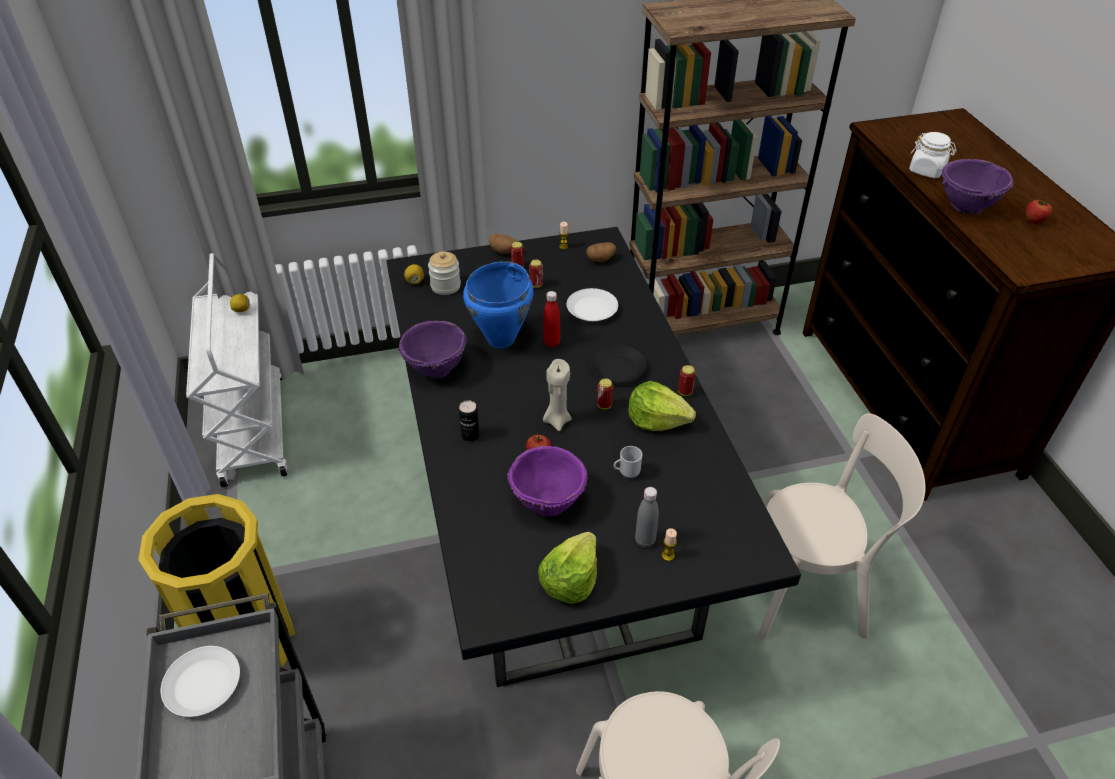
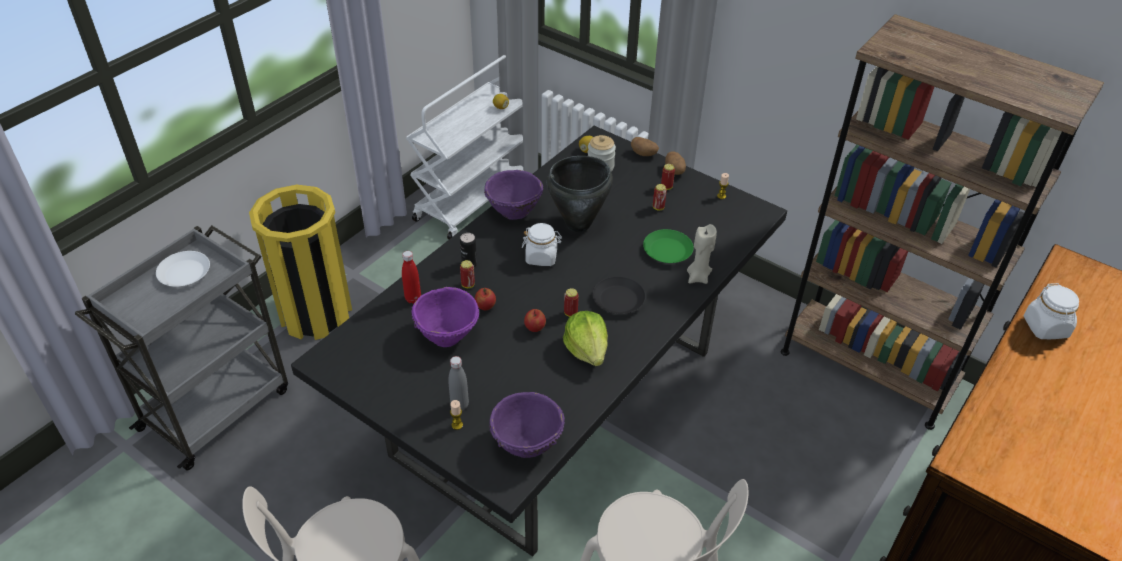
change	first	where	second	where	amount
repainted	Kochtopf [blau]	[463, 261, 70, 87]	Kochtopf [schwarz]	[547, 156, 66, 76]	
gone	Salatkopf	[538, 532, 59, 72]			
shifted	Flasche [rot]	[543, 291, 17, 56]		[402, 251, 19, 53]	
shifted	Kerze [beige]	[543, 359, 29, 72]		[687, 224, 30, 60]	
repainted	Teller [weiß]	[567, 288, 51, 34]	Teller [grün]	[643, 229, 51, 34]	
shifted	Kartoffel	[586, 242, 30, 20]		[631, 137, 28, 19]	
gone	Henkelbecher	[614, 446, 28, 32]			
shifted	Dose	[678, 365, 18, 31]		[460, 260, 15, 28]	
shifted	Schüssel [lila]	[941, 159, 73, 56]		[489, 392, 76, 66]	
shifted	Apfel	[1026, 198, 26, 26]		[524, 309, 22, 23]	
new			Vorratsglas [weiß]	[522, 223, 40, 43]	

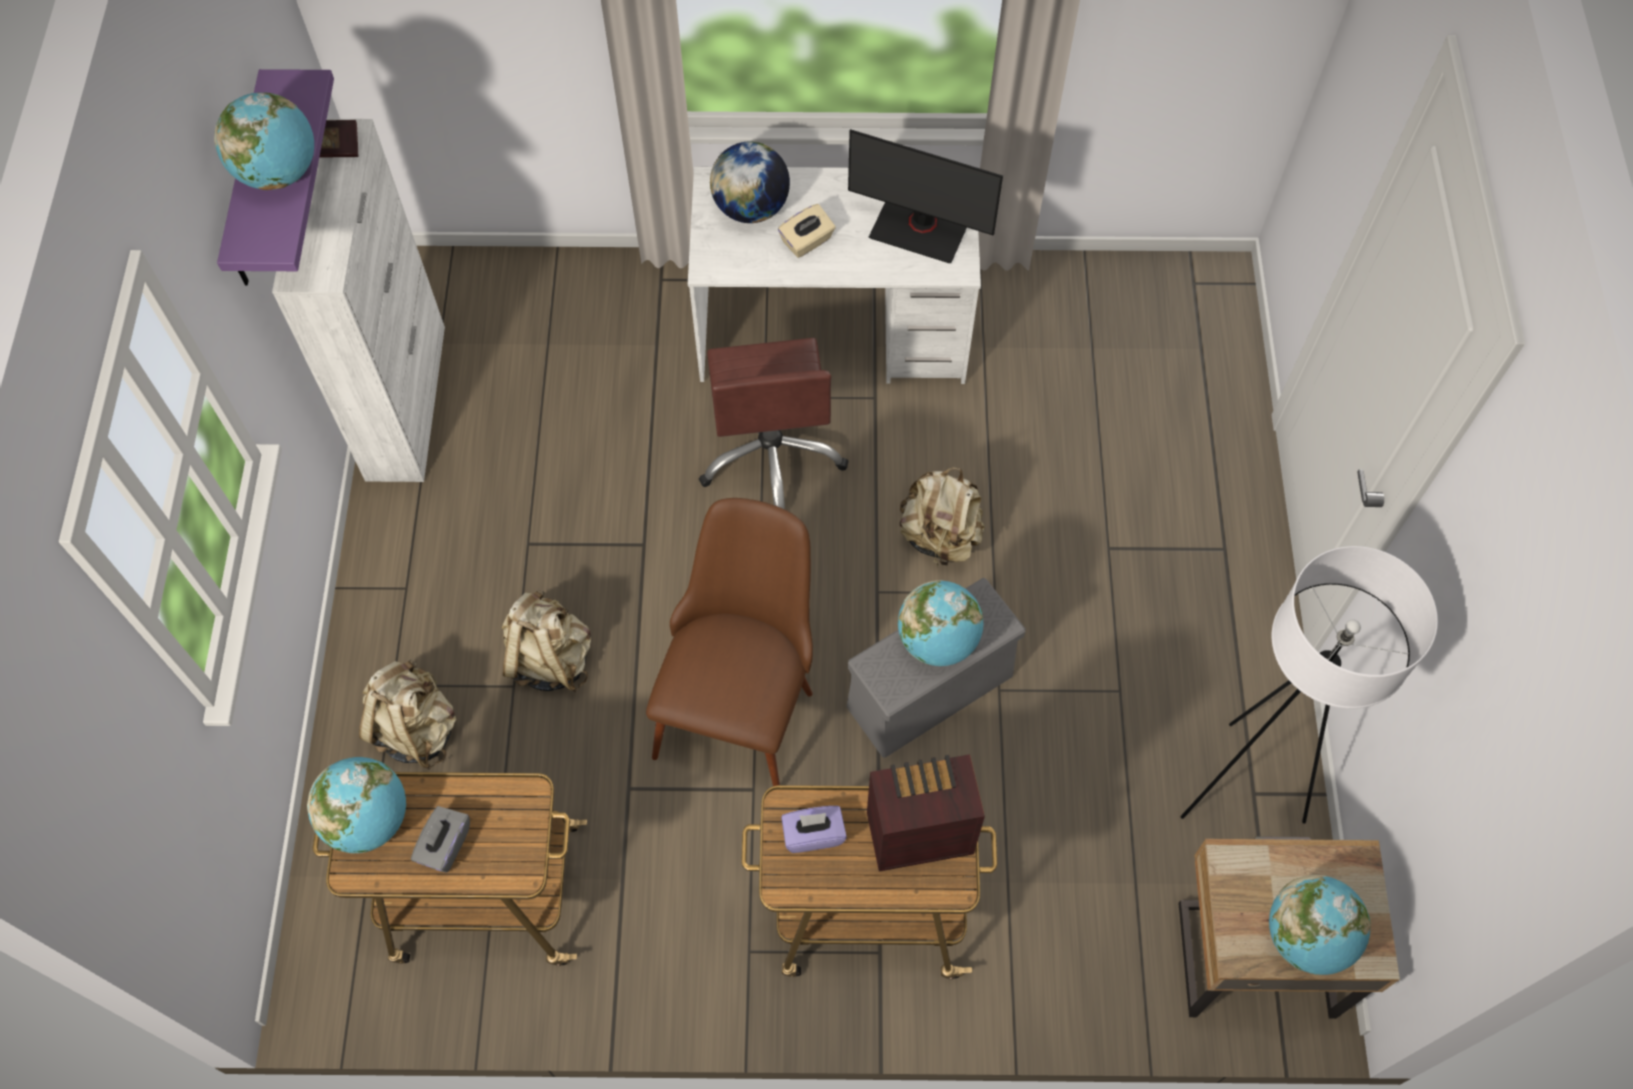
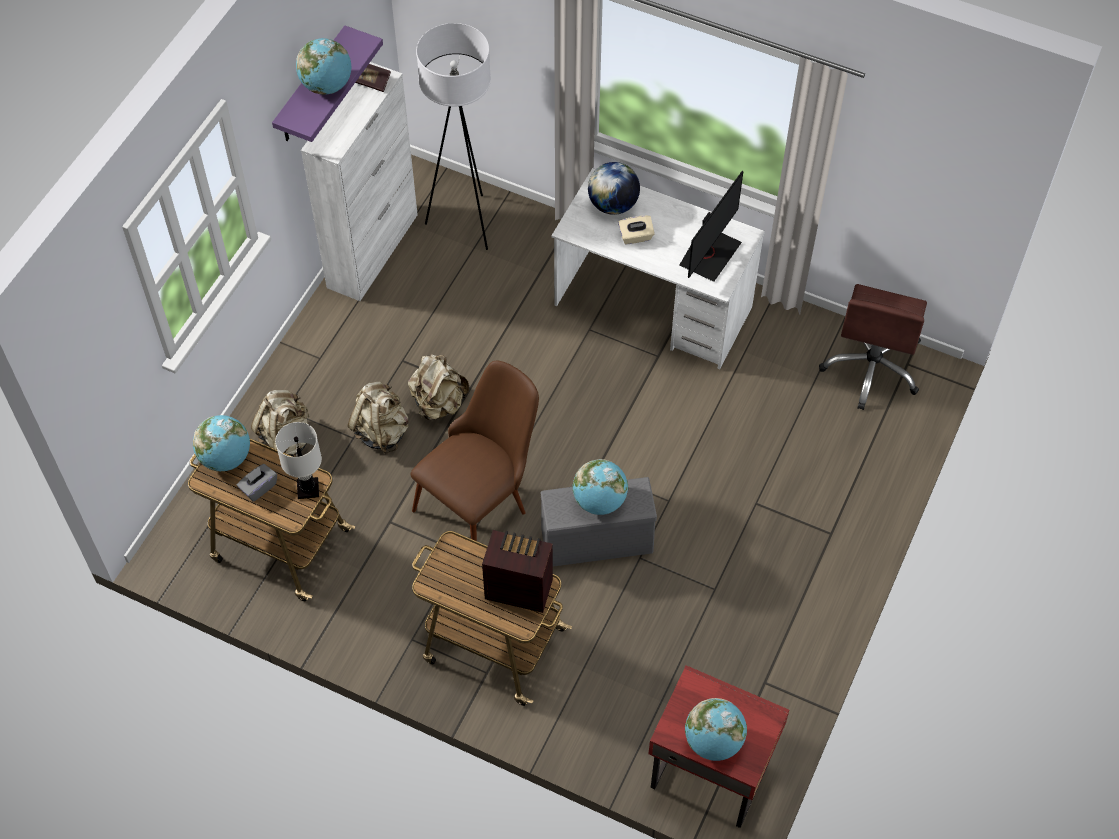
change	first	where	second	where	amount
shifted	Bürostuhl [braun]	[699, 338, 149, 171]		[819, 284, 108, 126]	
gone	Taschentuchbox [lila]	[781, 806, 66, 47]			
rotated	Monitor	[848, 129, 155, 134]		[680, 171, 63, 111]	105 degrees counterclockwise
shifted	Rucksack [beige]	[900, 467, 85, 100]		[408, 354, 61, 66]	
repainted	Nachttisch [beige]	[1178, 837, 222, 182]	Nachttisch [rot]	[648, 665, 141, 163]	
shifted	Stehlampe [weiß]	[1180, 546, 258, 278]		[416, 23, 75, 227]	
new			Tischlampe [weiß]	[275, 422, 47, 77]	

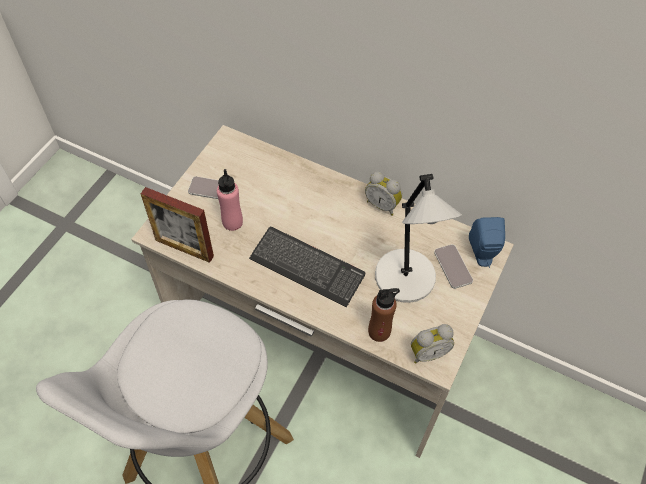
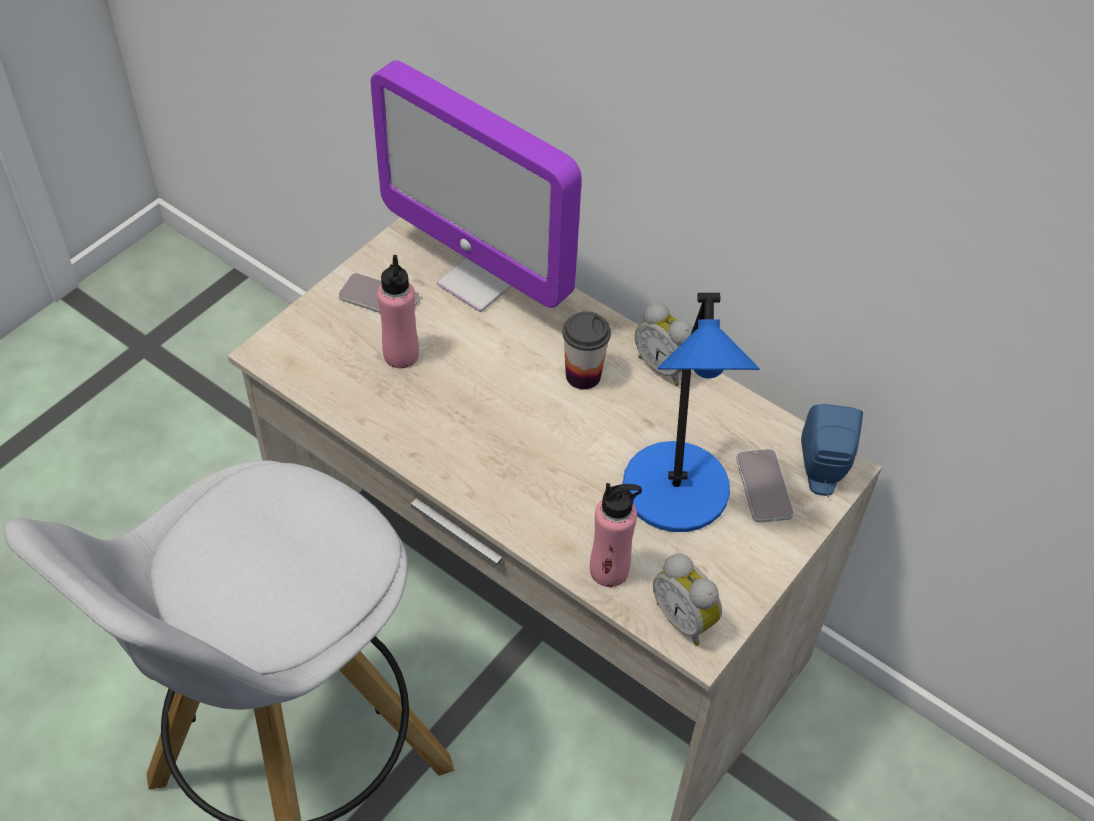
change	first	where	second	where	amount
gone	Bilderrahmen	[140, 187, 74, 76]			
gone	Tastatur	[249, 227, 117, 80]			
repainted	Flasche [braun]	[368, 288, 32, 54]	Flasche [rosa]	[590, 483, 52, 104]	
repainted	Tischlampe [grau]	[375, 174, 87, 129]	Tischlampe [blau]	[623, 293, 137, 239]	
rotated	Wecker	[411, 324, 43, 40]		[653, 554, 69, 92]	60 degrees clockwise
new			Monitor	[371, 60, 211, 252]	
new			Tasse	[562, 311, 49, 79]	

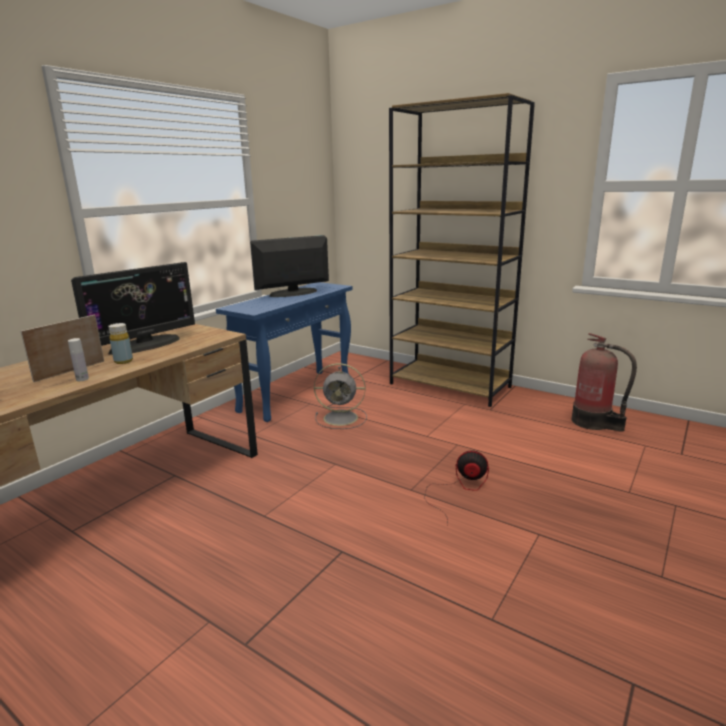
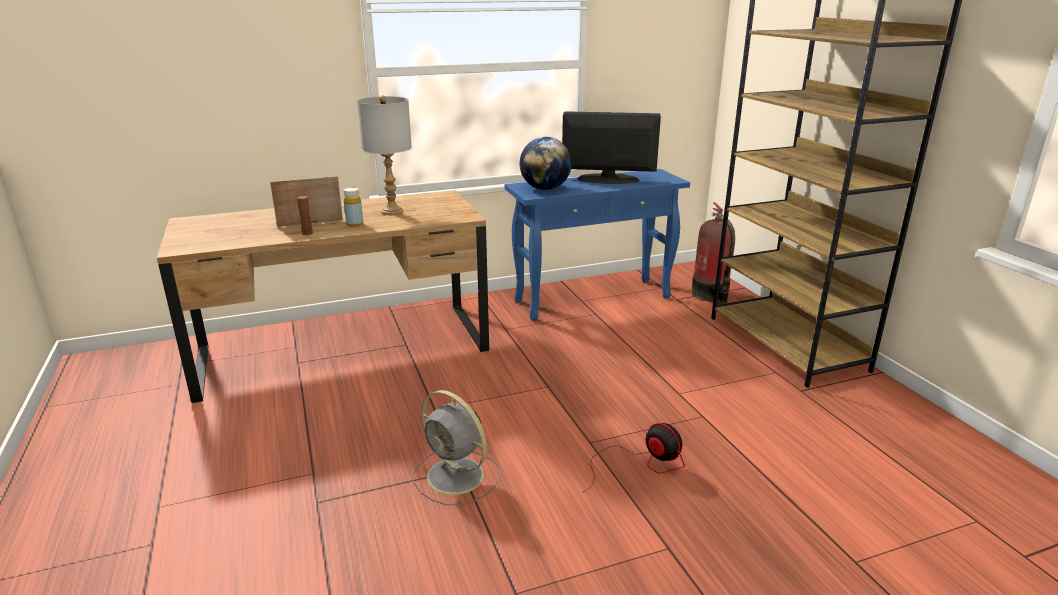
change	first	where	second	where	amount
repainted	Flasche [weiß]	[68, 338, 21, 43]	Flasche [braun]	[297, 196, 16, 39]	
swapped	Monitor	[71, 262, 124, 93]	Tischlampe [grau]	[357, 95, 55, 120]	
shifted	Ventilator [grau]	[314, 363, 53, 66]		[414, 390, 87, 115]	
shifted	Feuerlöscher	[572, 333, 65, 99]		[691, 202, 44, 103]	
new			Globus	[520, 137, 52, 53]	

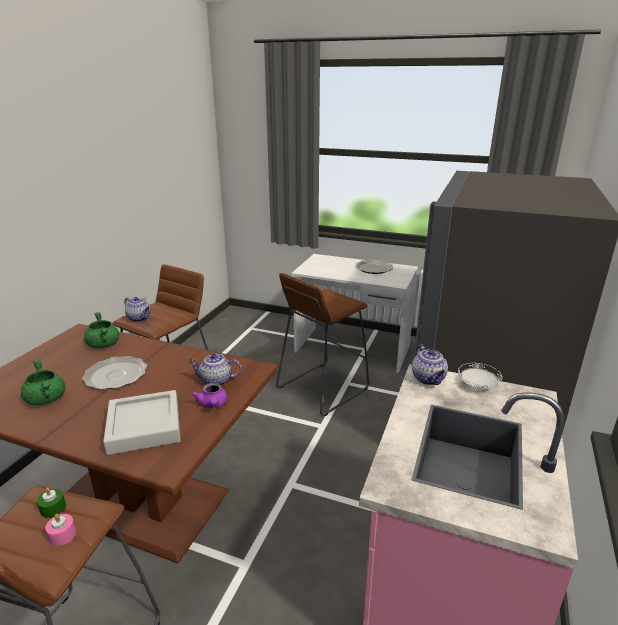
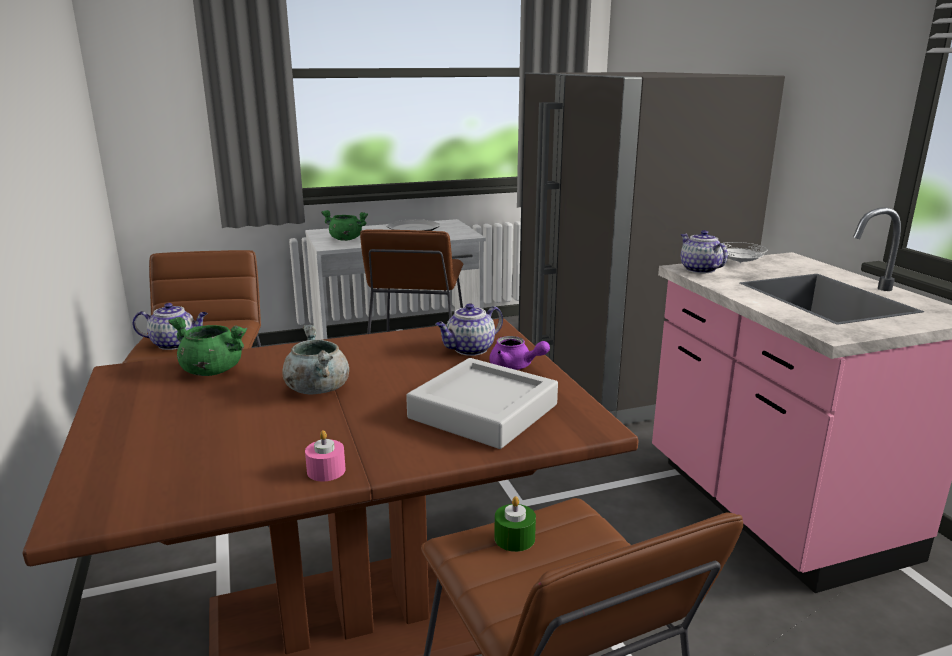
change	first	where	second	where	amount
shifted	Kochtopf [grün]	[21, 360, 44, 45]		[321, 210, 47, 31]	
shifted	Kerze [rosa]	[45, 514, 31, 32]		[305, 430, 41, 51]	
swapped	Teller	[82, 356, 65, 34]	Kochtopf [grau]	[282, 325, 67, 69]	
rotated	Teekanne	[412, 345, 36, 40]		[681, 230, 47, 43]	150 degrees counterclockwise

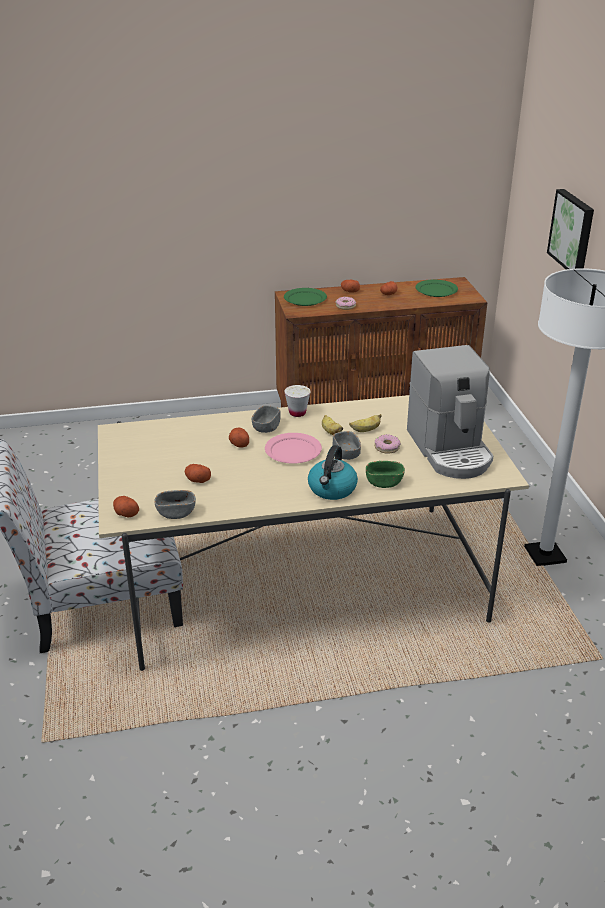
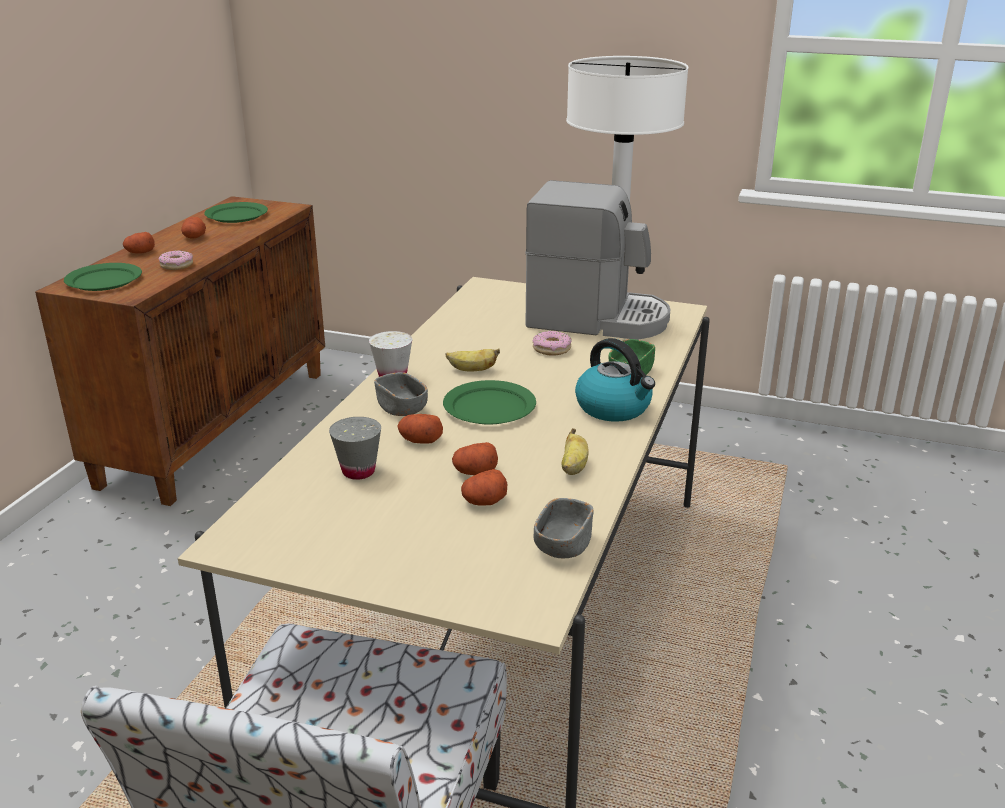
change	first	where	second	where	amount
shifted	Kartoffel	[113, 496, 26, 22]		[452, 442, 46, 33]	
repainted	Teller [rosa]	[265, 433, 57, 31]	Teller [grün]	[443, 380, 93, 45]	
gone	Schüssel [grau]	[333, 431, 28, 29]			
shifted	Banane	[349, 414, 33, 18]		[561, 428, 27, 47]	
gone	Bild	[547, 189, 47, 81]			
new			Tasse [grau]	[329, 417, 52, 63]	

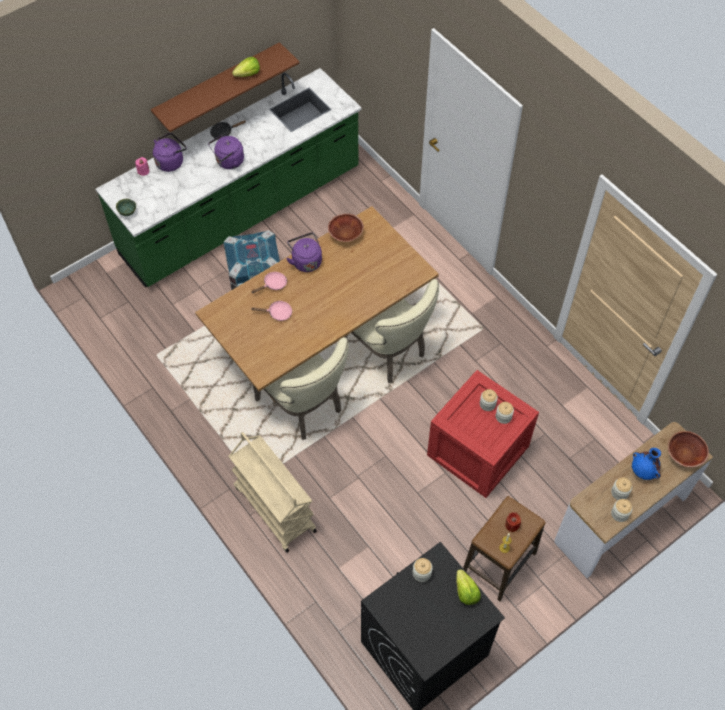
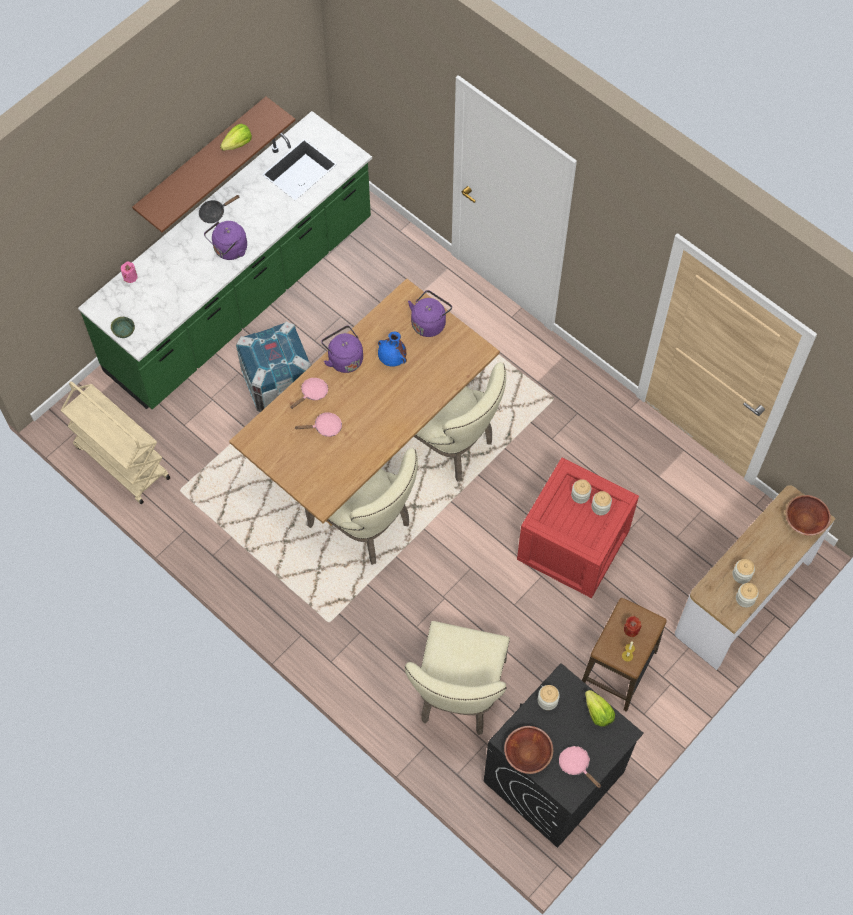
change	first	where	second	where	amount
shifted	Wasserkessel [lila]	[153, 133, 34, 39]		[408, 290, 44, 47]	
shifted	Rollwagen [beige]	[228, 432, 89, 121]		[61, 381, 110, 123]	
shifted	Schüssel [braun]	[328, 213, 36, 29]		[504, 726, 49, 48]	
shifted	Vase [blau]	[632, 448, 29, 32]		[378, 331, 29, 36]	
new			Stuhl [beige]	[405, 621, 105, 114]	
new			Pfanne [rosa]	[559, 746, 42, 42]	

